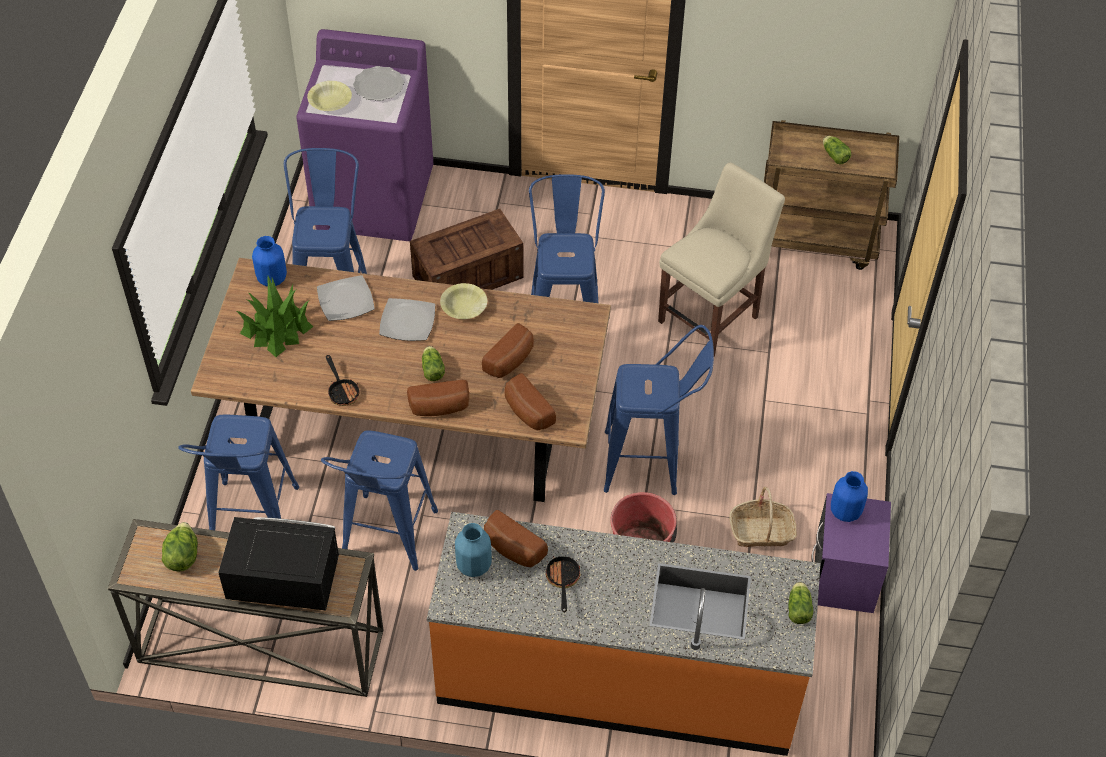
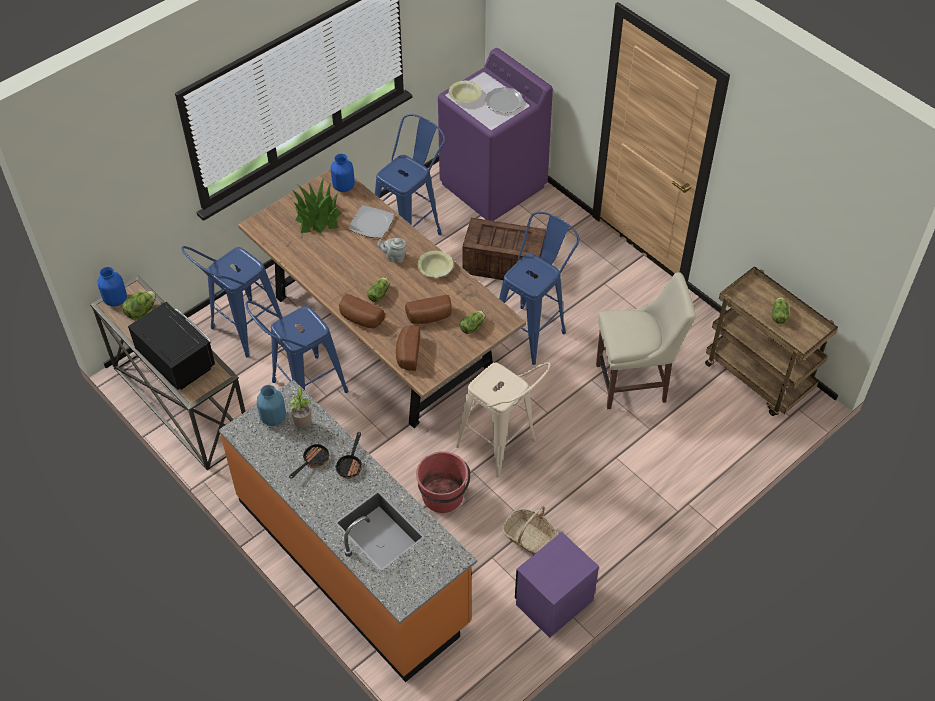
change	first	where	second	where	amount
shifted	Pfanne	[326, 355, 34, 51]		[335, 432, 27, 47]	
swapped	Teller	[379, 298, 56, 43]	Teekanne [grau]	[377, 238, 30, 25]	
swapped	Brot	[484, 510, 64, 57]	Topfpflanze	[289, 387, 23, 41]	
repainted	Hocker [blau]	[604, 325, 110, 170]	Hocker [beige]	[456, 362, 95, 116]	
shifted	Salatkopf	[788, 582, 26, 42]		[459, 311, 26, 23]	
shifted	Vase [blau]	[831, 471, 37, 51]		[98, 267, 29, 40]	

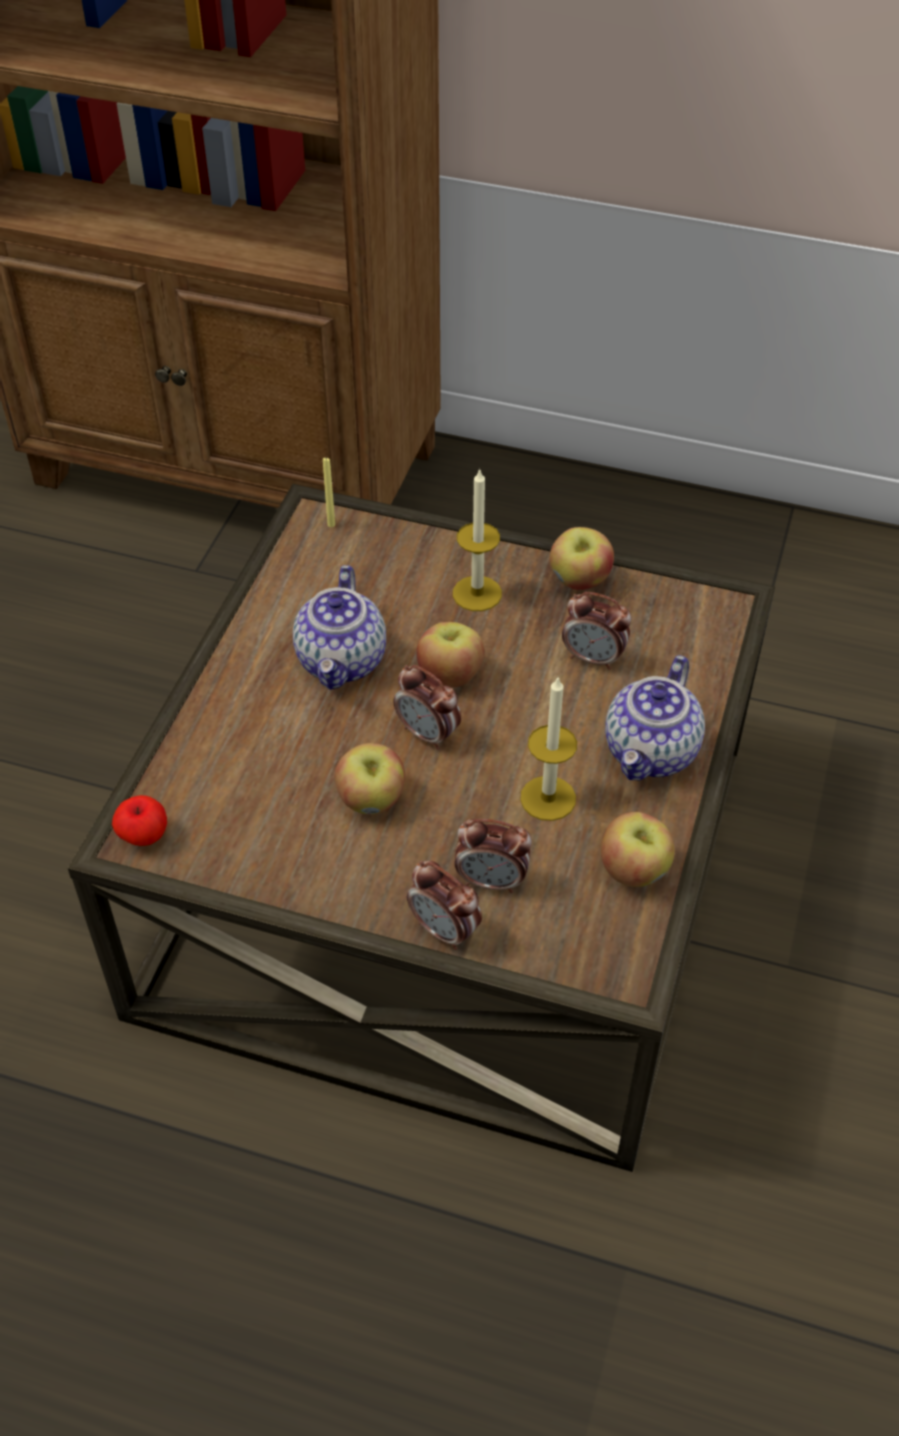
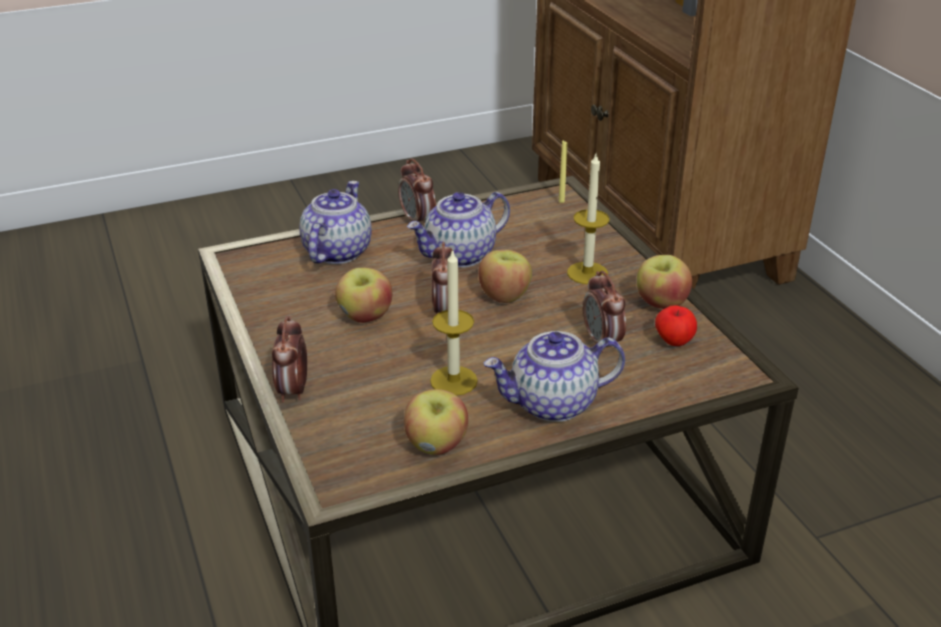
change	first	where	second	where	amount
shifted	Apfel	[112, 795, 55, 51]		[655, 305, 42, 41]	
shifted	Wecker	[455, 819, 77, 74]		[398, 158, 38, 64]	
new			Teekanne	[299, 181, 73, 83]	

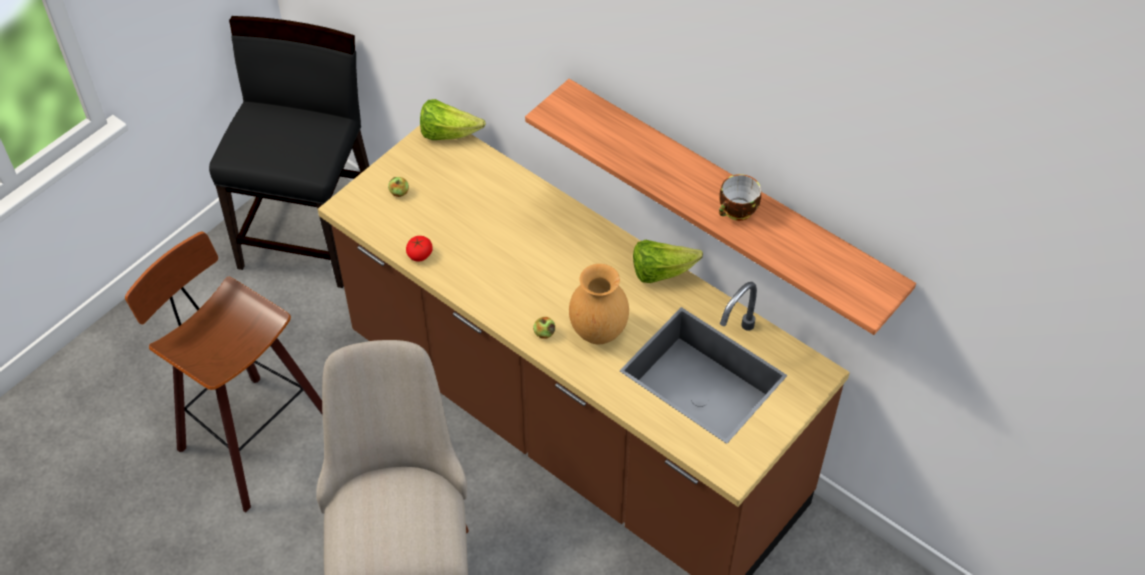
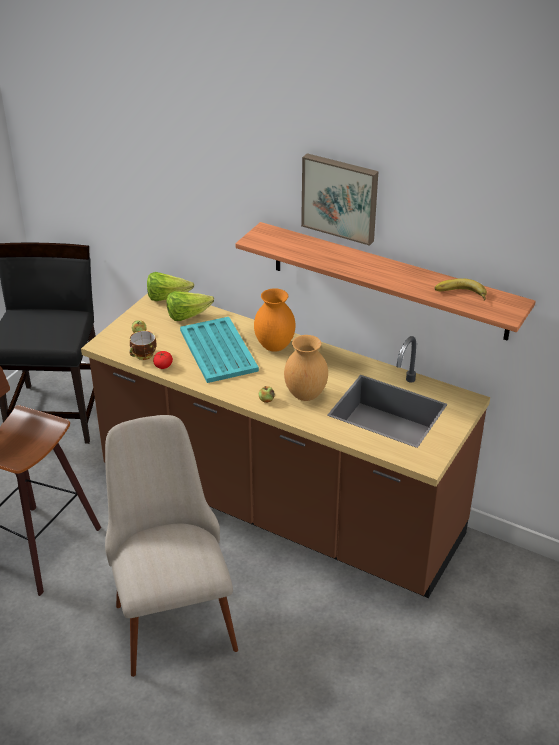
change	first	where	second	where	amount
shifted	Salatkopf	[633, 240, 70, 43]		[166, 291, 48, 30]	
shifted	Tasse	[719, 174, 42, 47]		[129, 331, 27, 29]	
new			Tablett [türkis]	[180, 317, 79, 66]	
new			Vase [orange]	[254, 288, 42, 64]	
new			Bild	[301, 153, 77, 93]	
new			Banane	[435, 278, 52, 23]	

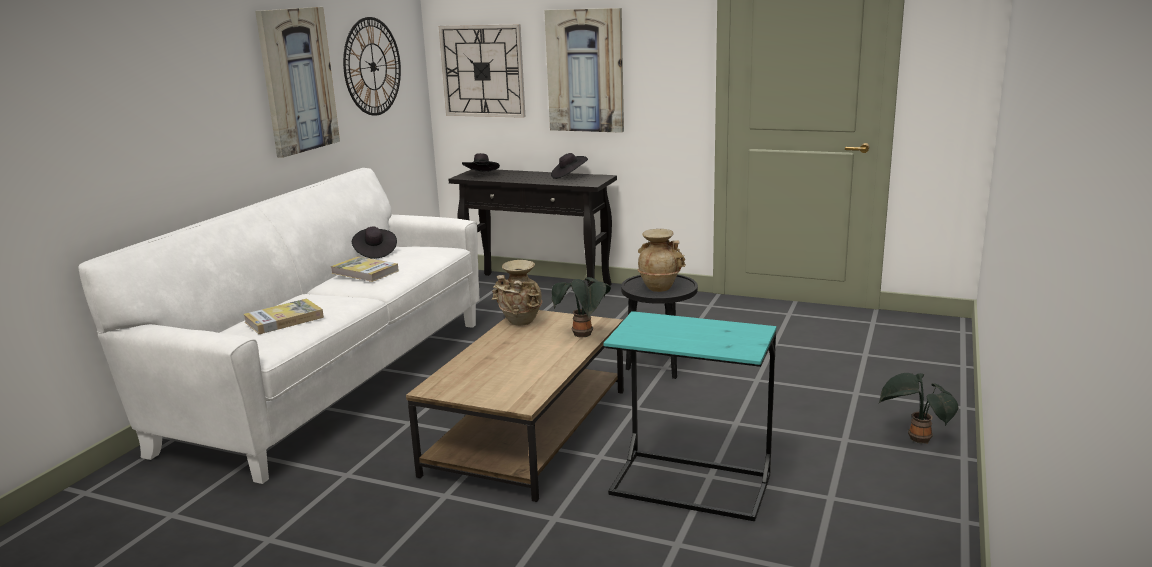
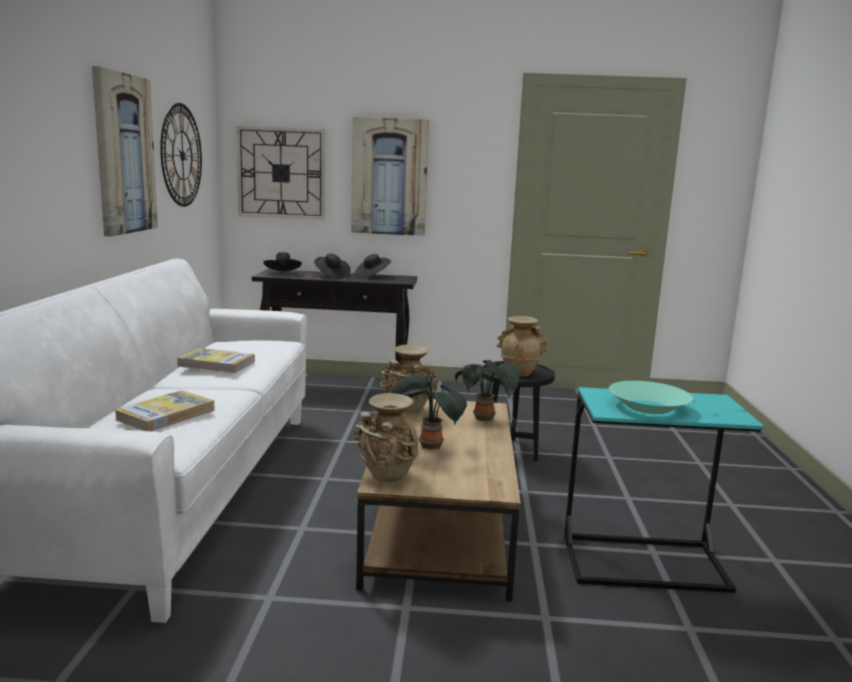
change	first	where	second	where	amount
shifted	Hut [schwarz]	[352, 227, 45, 32]		[314, 253, 37, 26]	
shifted	Topfpflanze	[878, 373, 80, 71]		[391, 374, 76, 76]	
new			Vase [beige]	[352, 393, 67, 89]	
new			Schüssel [türkis]	[609, 381, 84, 33]	

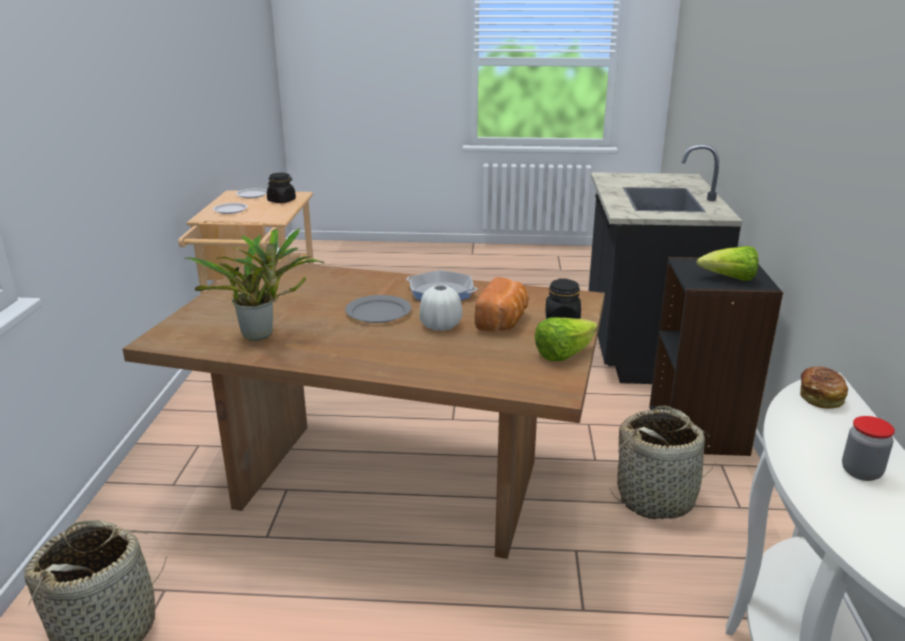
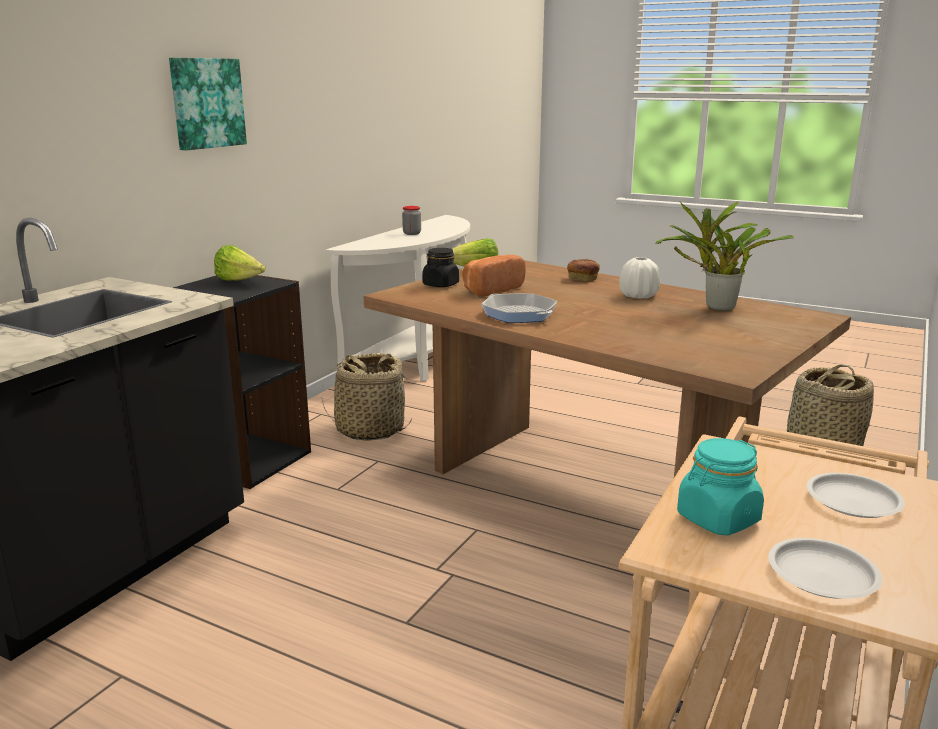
change	first	where	second	where	amount
repainted	Vorratsglas [schwarz]	[267, 173, 29, 30]	Vorratsglas [türkis]	[677, 438, 87, 97]	
gone	Teller [grau]	[345, 295, 66, 28]			
shifted	Vase [weiß]	[420, 285, 42, 46]		[619, 257, 41, 42]	
shifted	Brot	[800, 367, 48, 42]		[567, 259, 33, 22]	
new			Bild	[169, 58, 78, 92]	

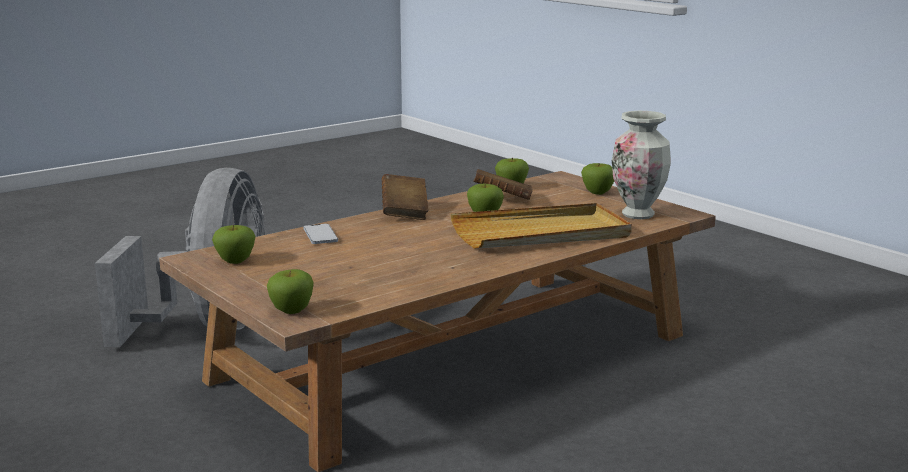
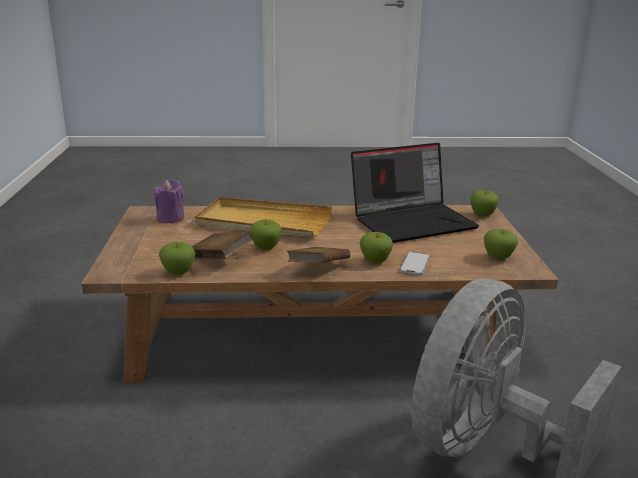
change	first	where	second	where	amount
shifted	Apfel	[581, 163, 33, 32]		[360, 232, 33, 32]	
swapped	Vase	[612, 111, 59, 108]	Kerze [lila]	[153, 179, 31, 44]	
new			Laptop	[351, 143, 128, 100]	

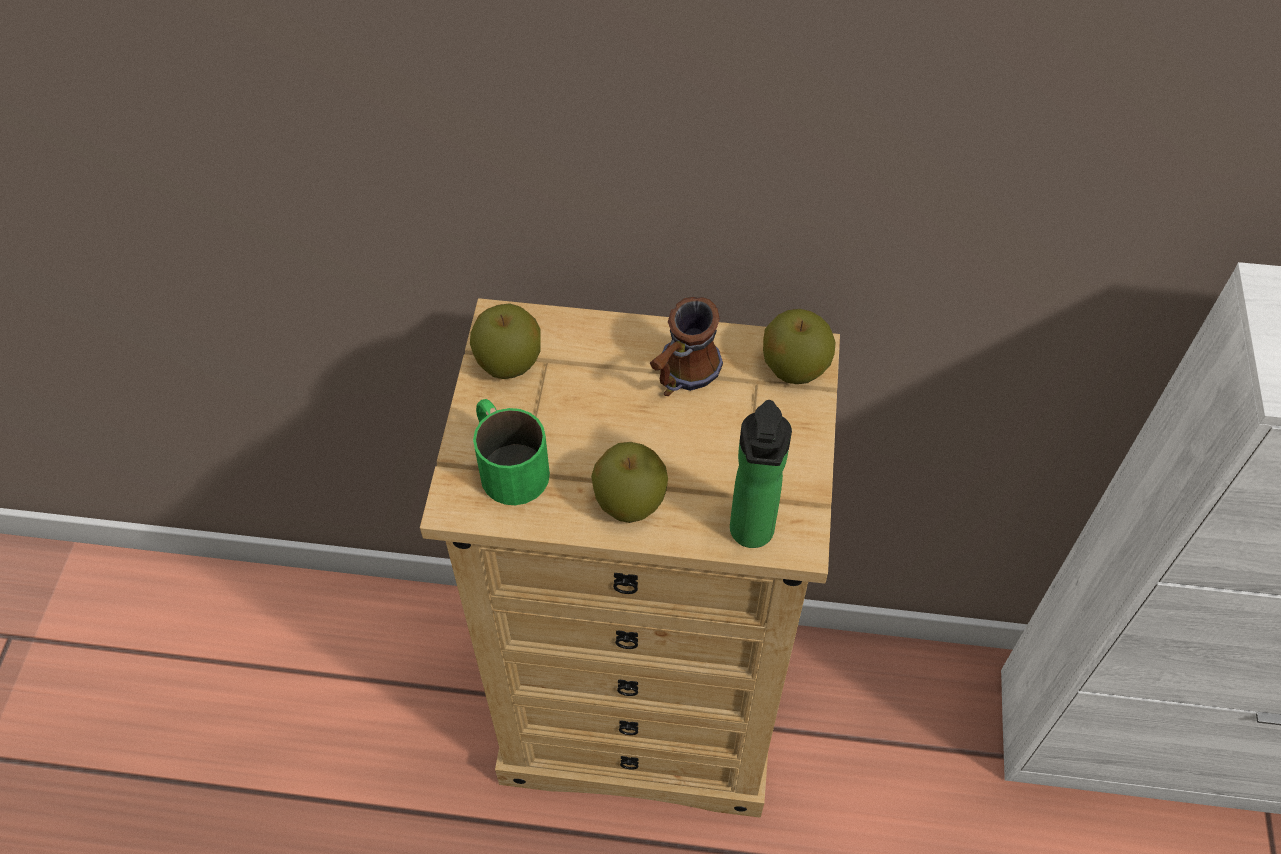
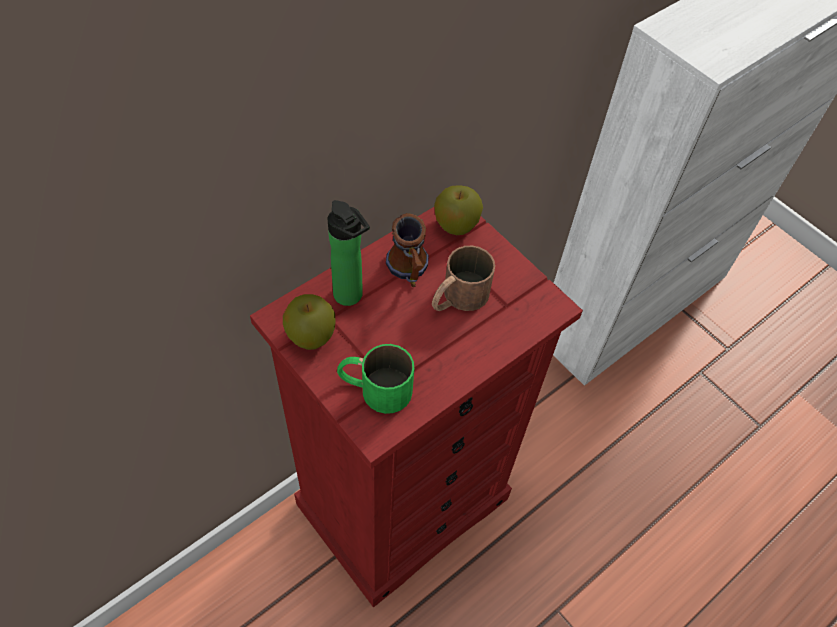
change	first	where	second	where	amount
repainted	Kommode [beige]	[420, 298, 420, 520]	Kommode [rot]	[250, 207, 333, 401]	
gone	Apfel	[591, 442, 77, 81]			
shifted	Flasche	[730, 400, 62, 148]		[328, 200, 42, 106]	
new			Henkelbecher [braun]	[432, 246, 63, 65]	

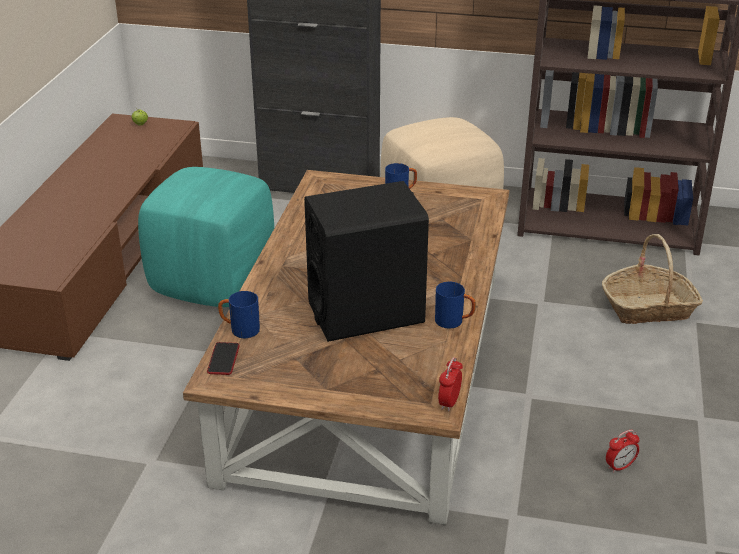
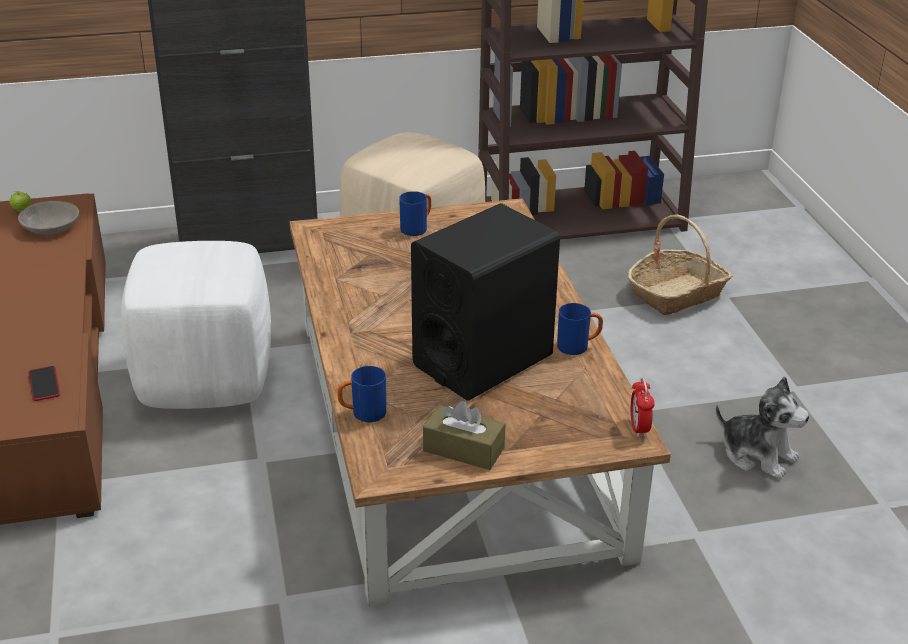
change	first	where	second	where	amount
repainted	Polsterhocker [türkis]	[138, 167, 136, 140]	Polsterhocker [weiß]	[121, 241, 150, 168]	
shifted	Handy	[207, 342, 33, 33]		[28, 366, 32, 35]	
swapped	Wecker	[606, 430, 34, 43]	Plüschtier	[716, 376, 93, 104]	
new			Schüssel [grau]	[18, 201, 61, 34]	
new			Taschentuchbox [braun]	[423, 401, 83, 69]	

